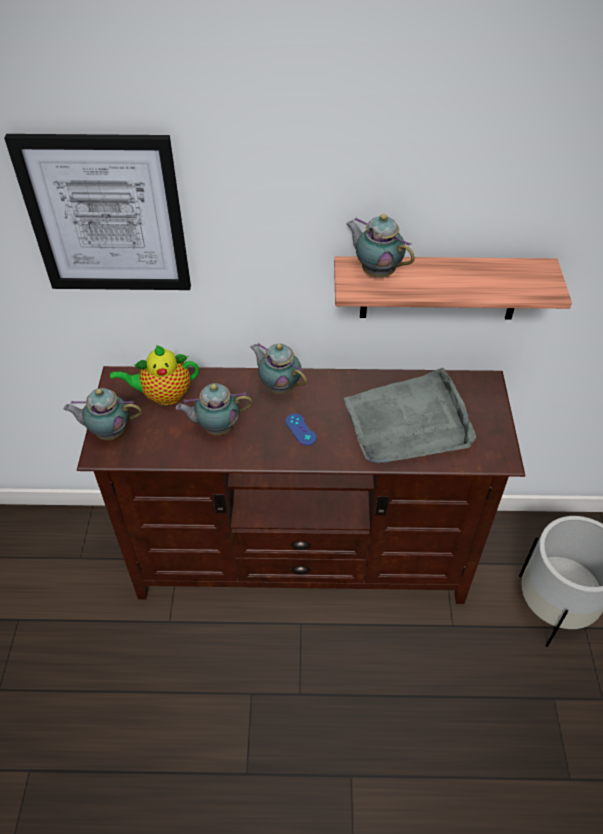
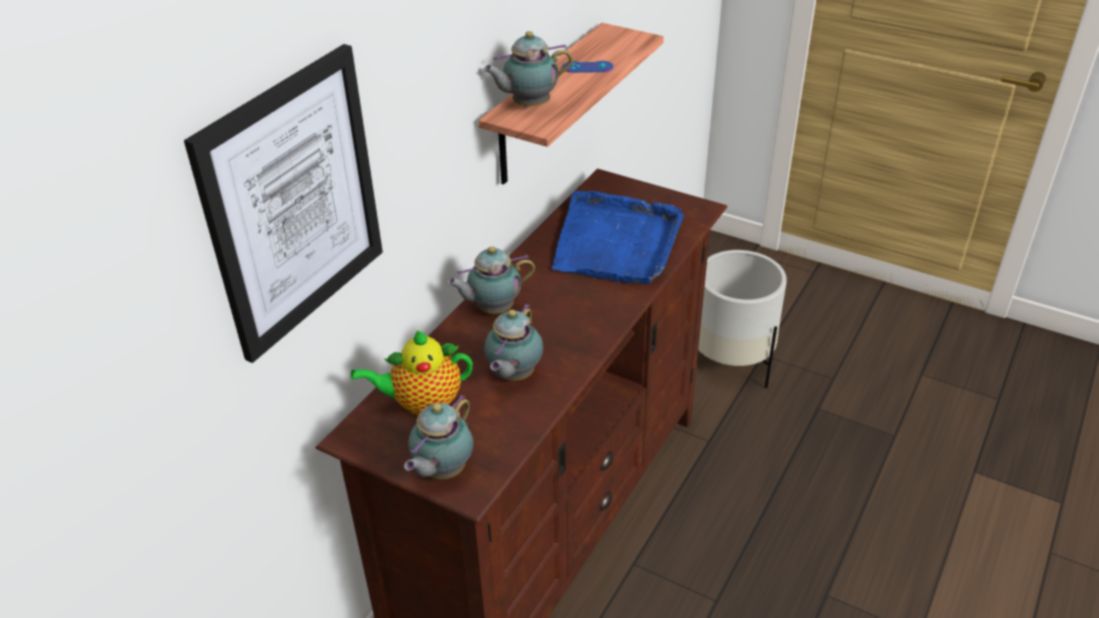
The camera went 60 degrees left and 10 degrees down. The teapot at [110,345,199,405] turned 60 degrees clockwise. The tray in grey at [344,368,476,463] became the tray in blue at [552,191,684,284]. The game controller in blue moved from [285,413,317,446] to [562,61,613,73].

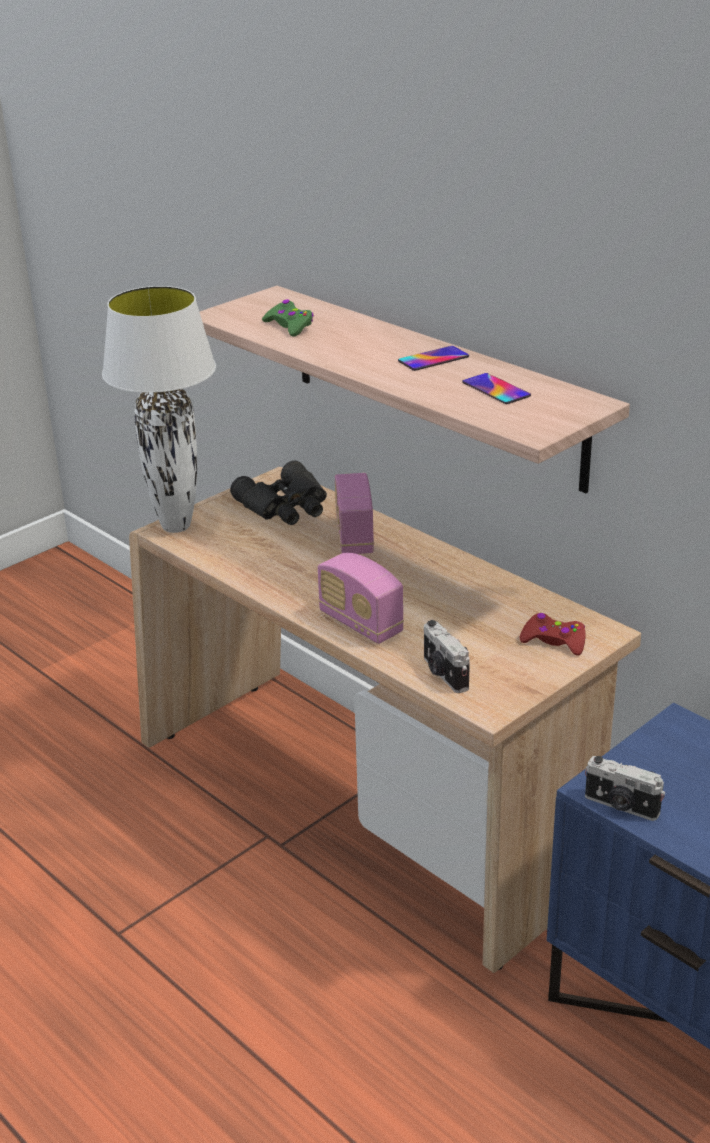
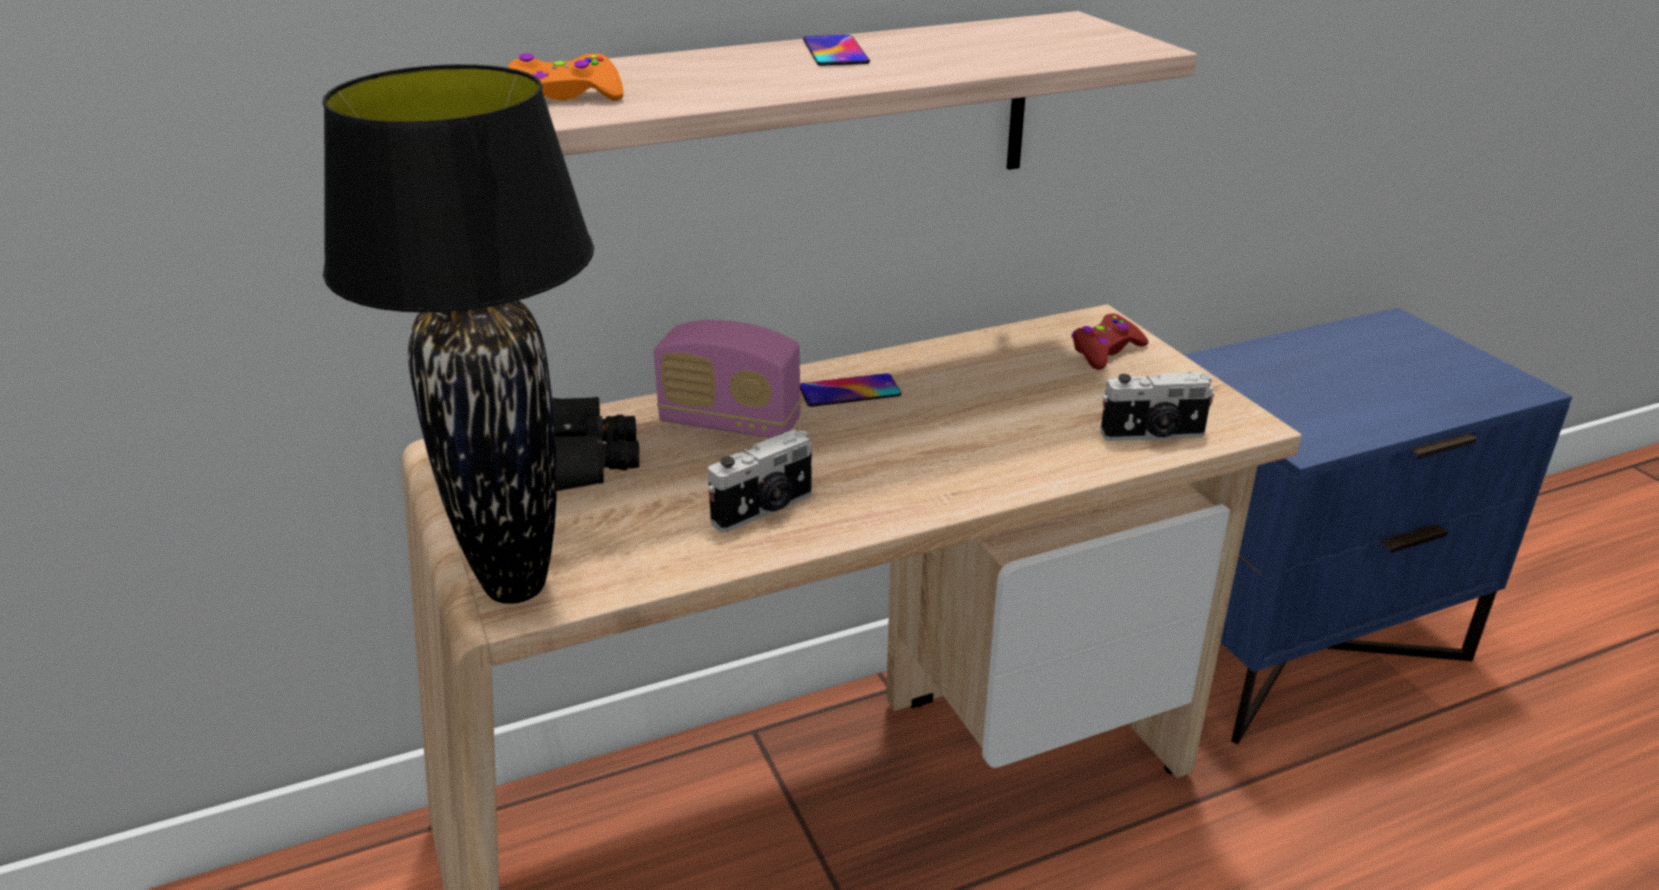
The camera went 70 degrees left and 0 degrees up. The table lamp in white at [102,286,216,533] became the table lamp in black at [323,64,594,604]. The game controller in green at [262,299,314,337] became the game controller in orange at [507,53,623,101]. The photo camera moved from [585,756,665,821] to [708,429,812,533]. The phone moved from [462,373,531,404] to [800,373,902,407]. The radio at [318,553,404,644] disappeared.

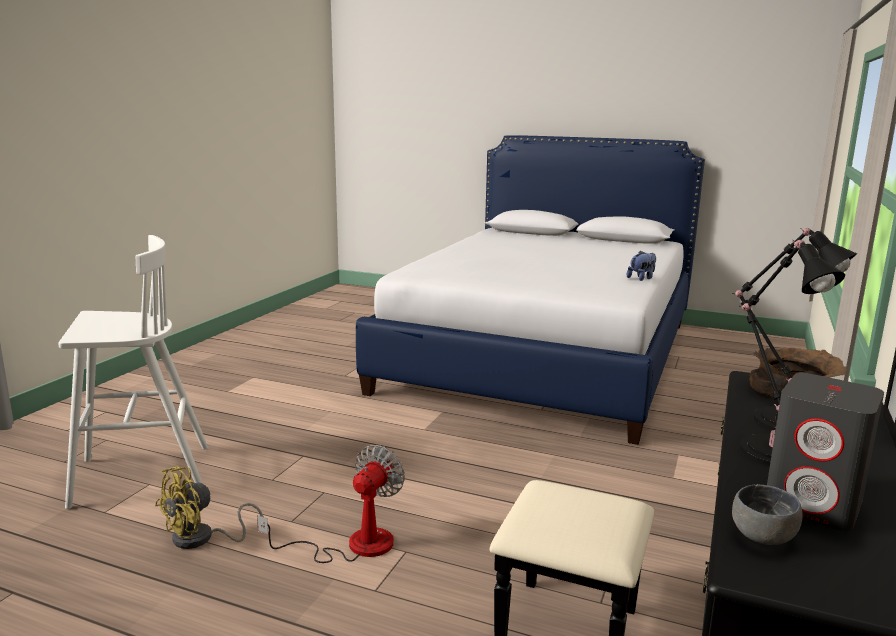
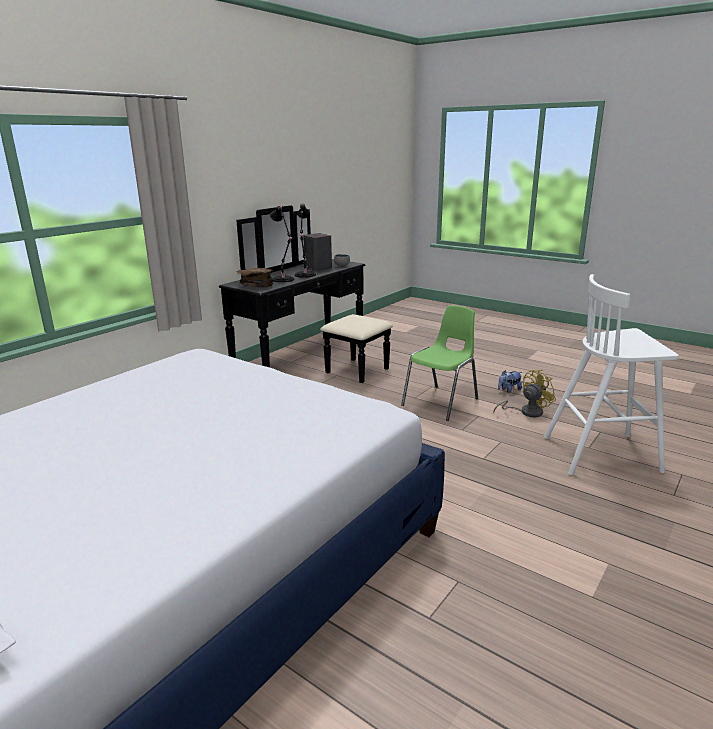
The camera went 165 degrees left and 5 degrees up. The fan at [257,445,405,563] was replaced by the chair in green at [401,305,478,421]. The plush toy moved from [627,250,656,281] to [498,370,522,393].

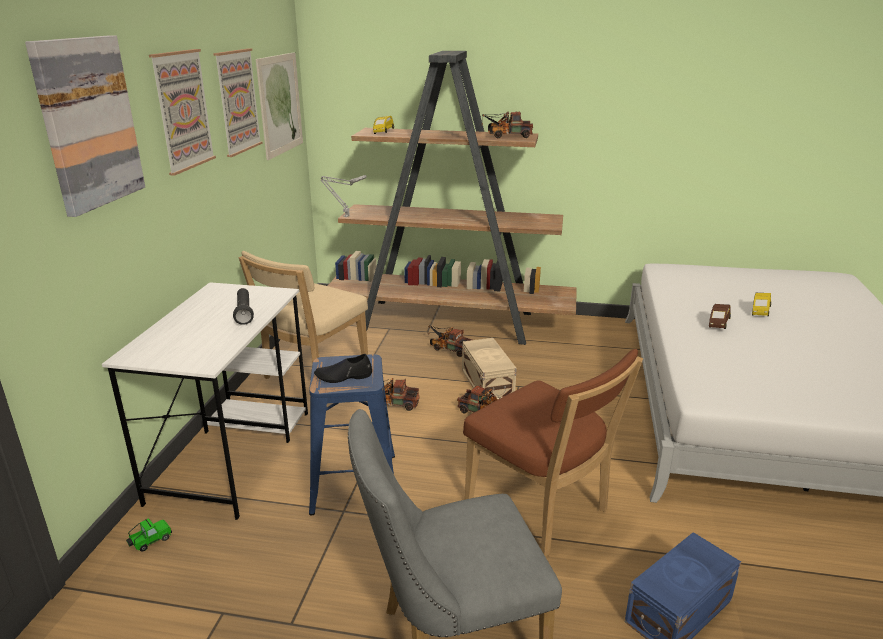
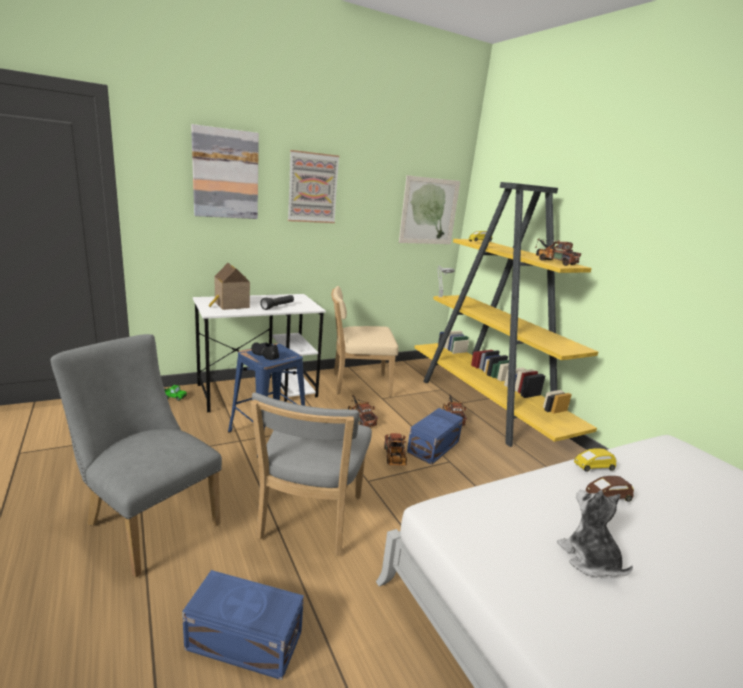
The camera went 50 degrees right and 5 degrees down. The toy house at [208,263,250,310] appeared. The chair in brown at [463,349,643,557] became the chair in grey at [251,393,372,556]. The storage box in beige at [462,338,517,399] became the storage box in blue at [407,408,463,465]. The bookcase in brown at [328,51,576,345] became the bookcase in yellow at [415,182,598,447]. The plush toy at [557,490,633,578] appeared. The toy car in yellow moved from [752,293,771,316] to [574,448,617,472]. The picture at [213,49,263,157] disappeared.

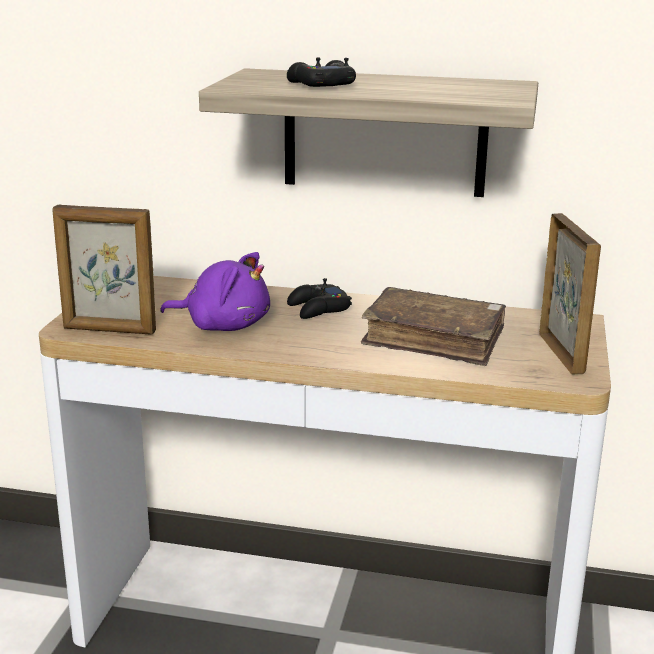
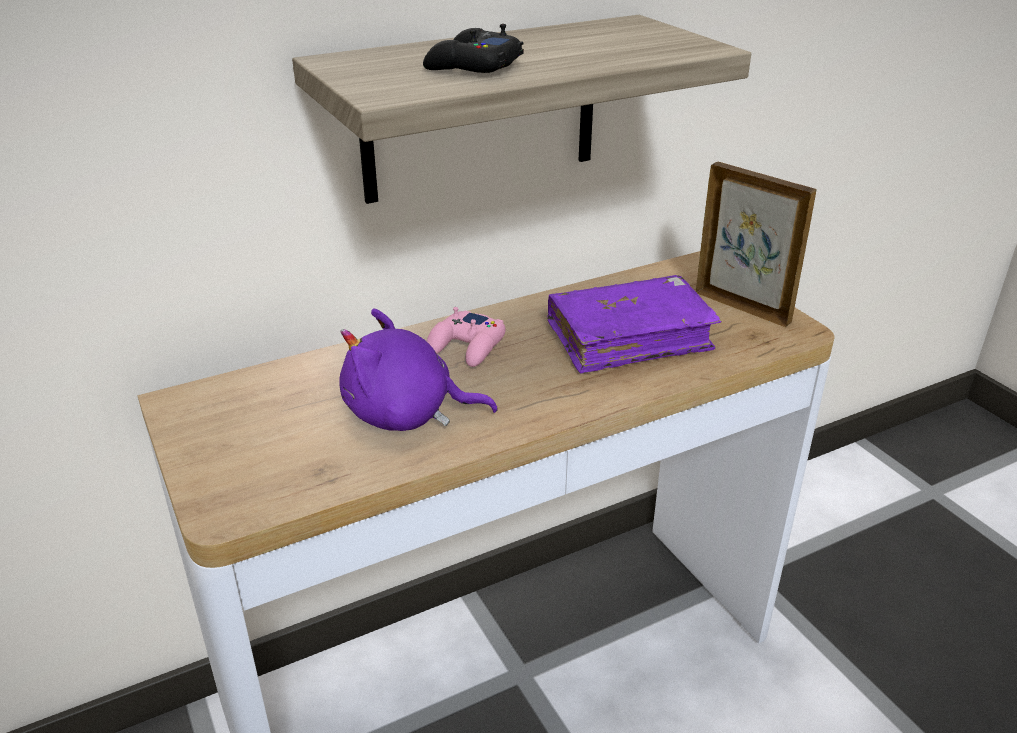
The camera went 40 degrees left and 10 degrees up. The plush toy in purple at [160,252,270,331] turned 150 degrees counterclockwise. The game controller in black at [287,278,352,319] became the game controller in pink at [427,307,506,367]. The book in brown at [361,287,506,366] became the book in purple at [547,275,722,374]. The picture frame at [52,205,156,335] disappeared.

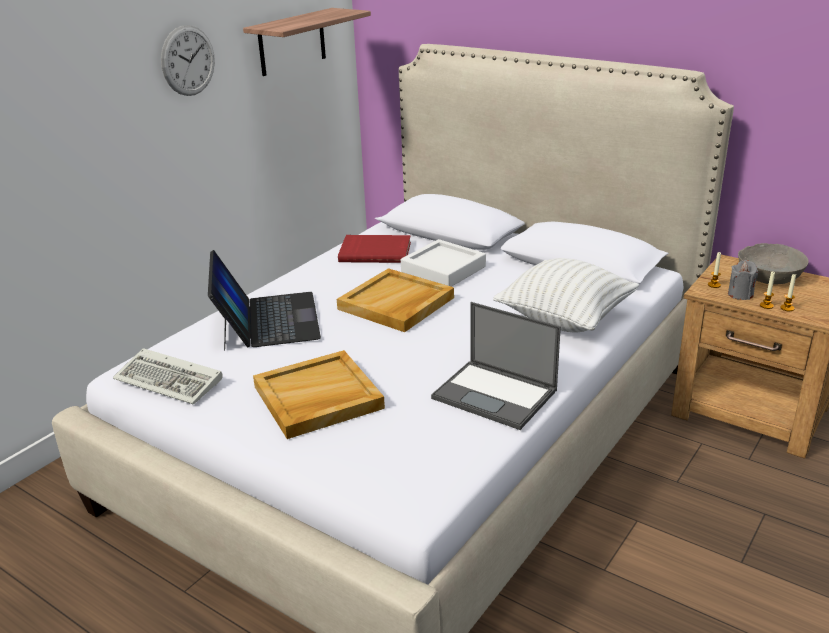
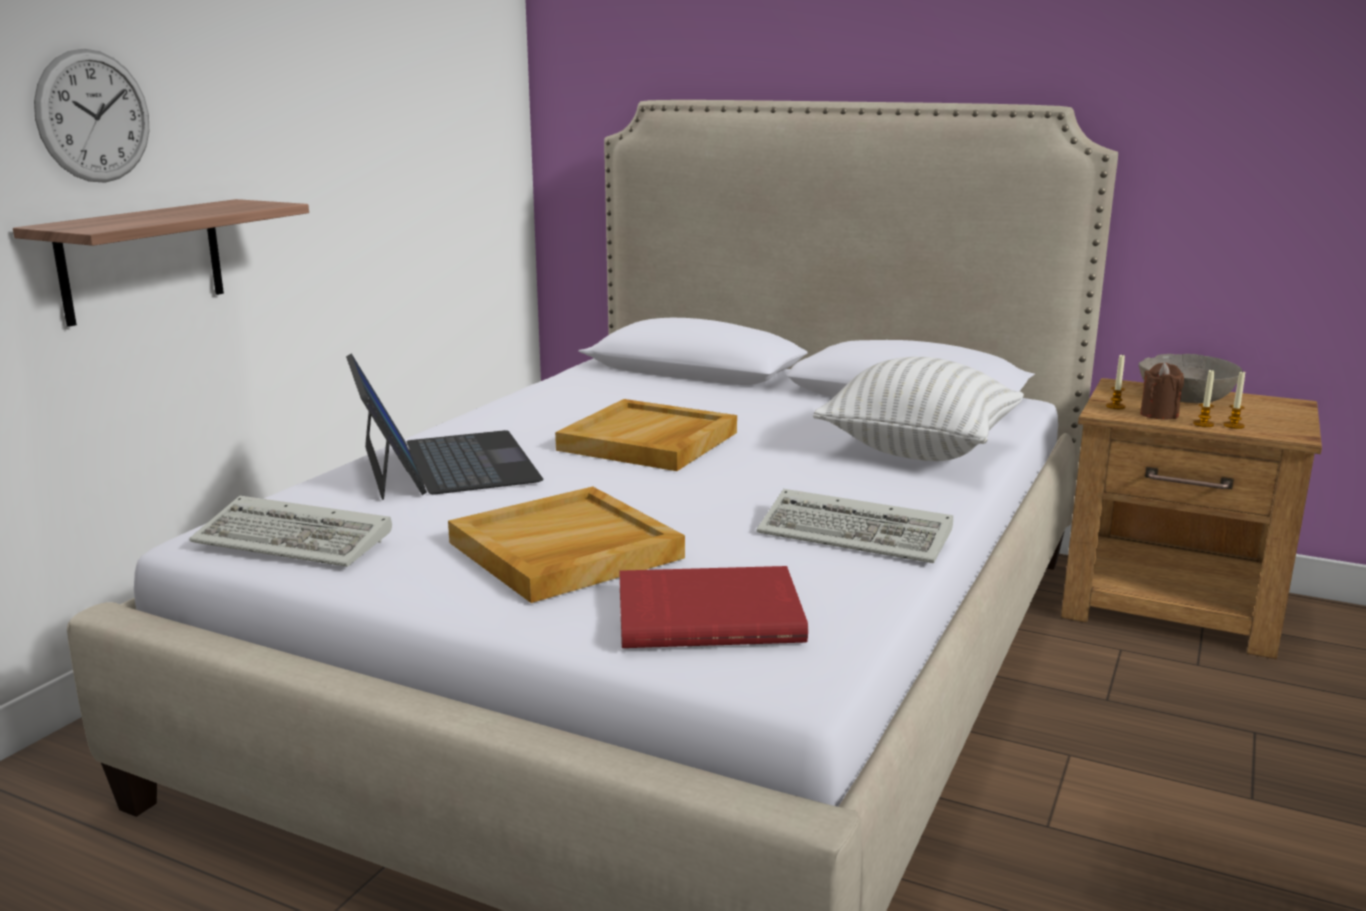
The camera went 10 degrees left and 10 degrees down. The shelf moved from [243,8,371,76] to [13,199,309,327]. The wall clock moved from [161,25,215,96] to [34,49,149,183]. The book in red moved from [338,235,411,263] to [619,566,808,648]. The laptop at [431,302,561,430] was replaced by the keyboard at [757,489,953,563]. The candle in grey at [728,260,758,300] became the candle in brown at [1140,362,1184,419]. The tray in white at [401,239,486,287] disappeared.

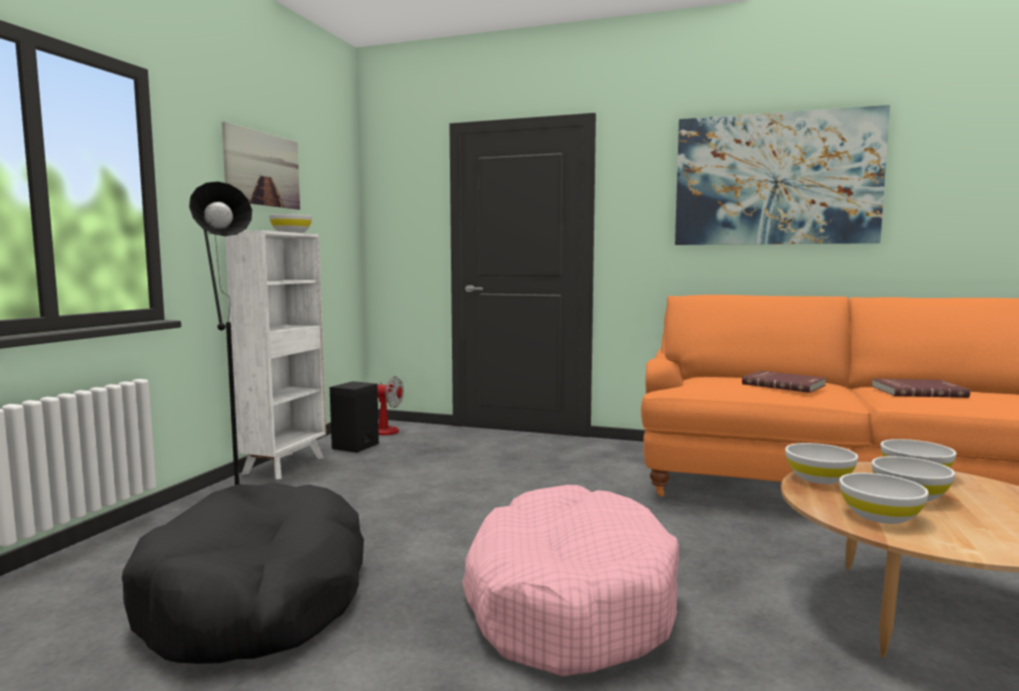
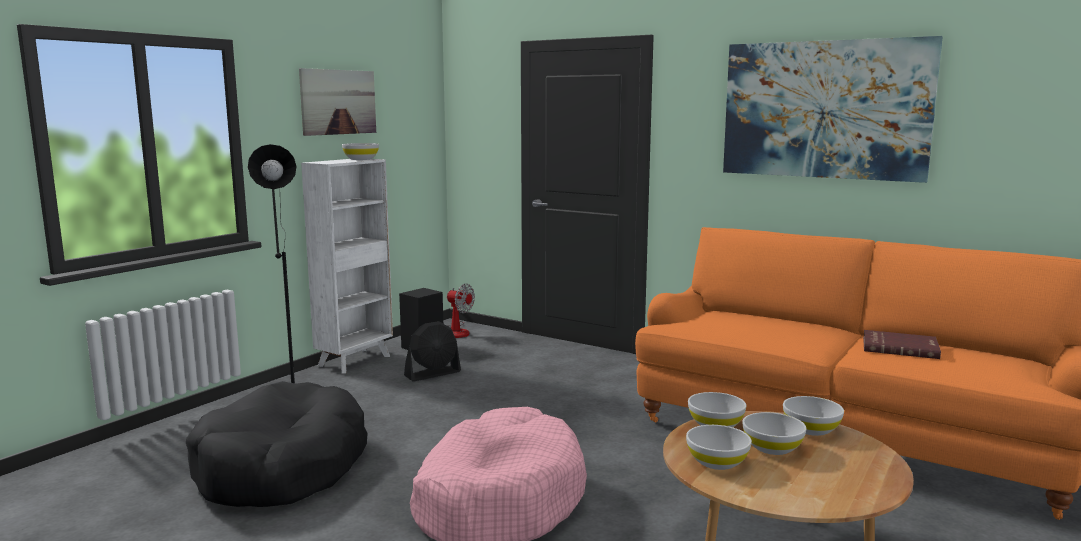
The camera went 15 degrees right and 5 degrees up. The fan in black at [404,321,461,382] appeared. The book in red at [742,371,826,393] disappeared.

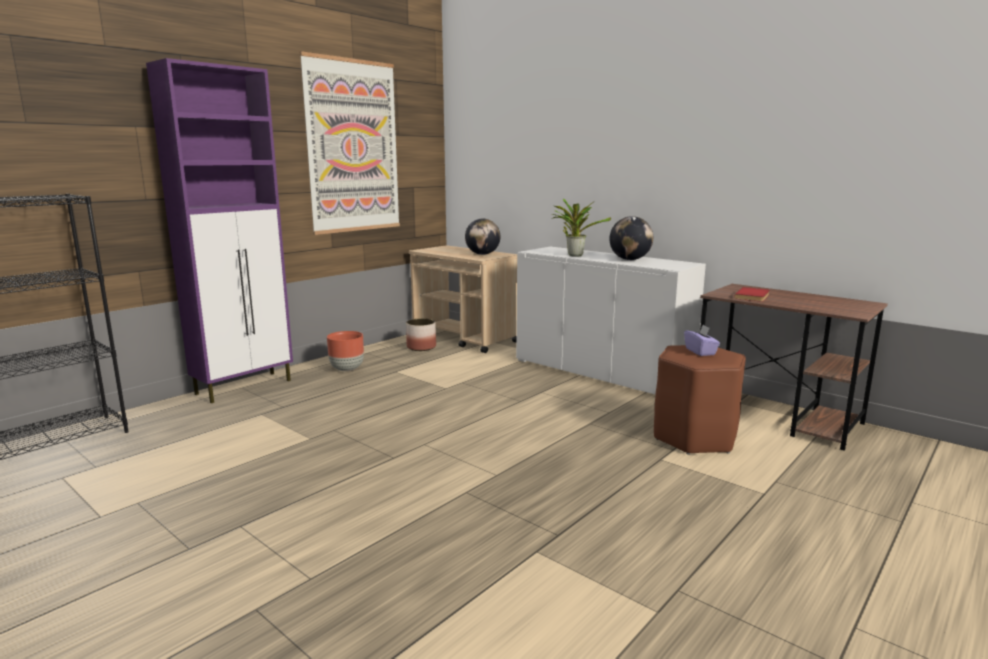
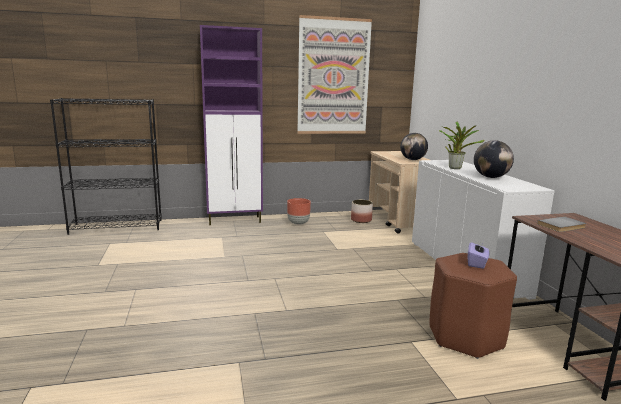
The camera went 35 degrees right and 0 degrees up. The book in red at [734,287,770,302] became the book in grey at [537,216,587,232].

